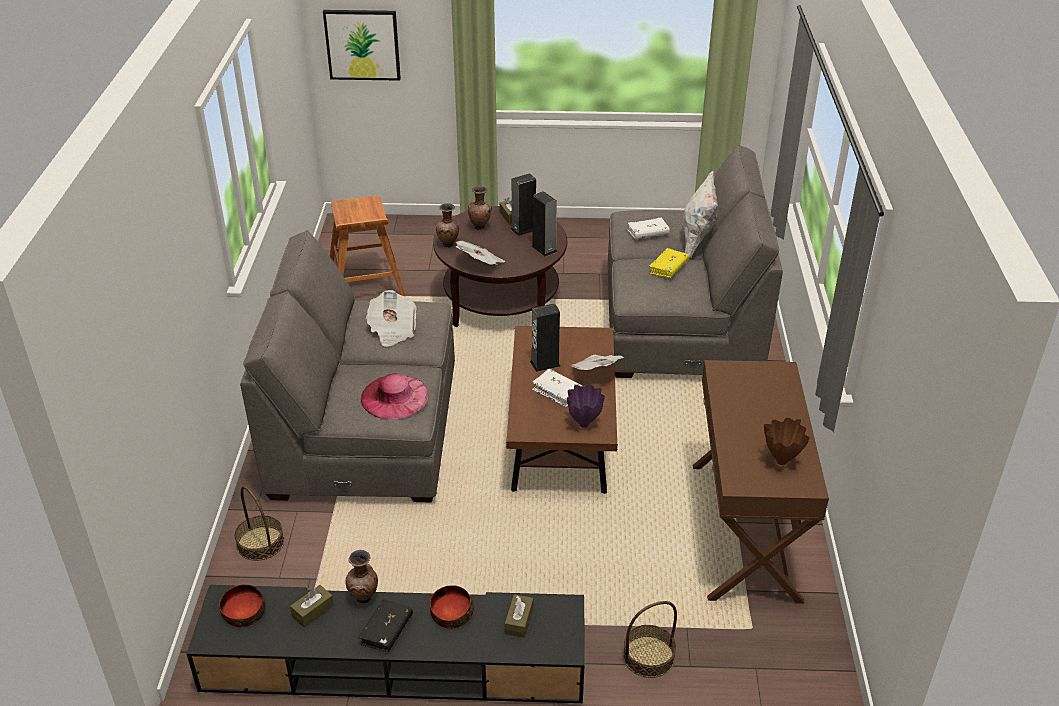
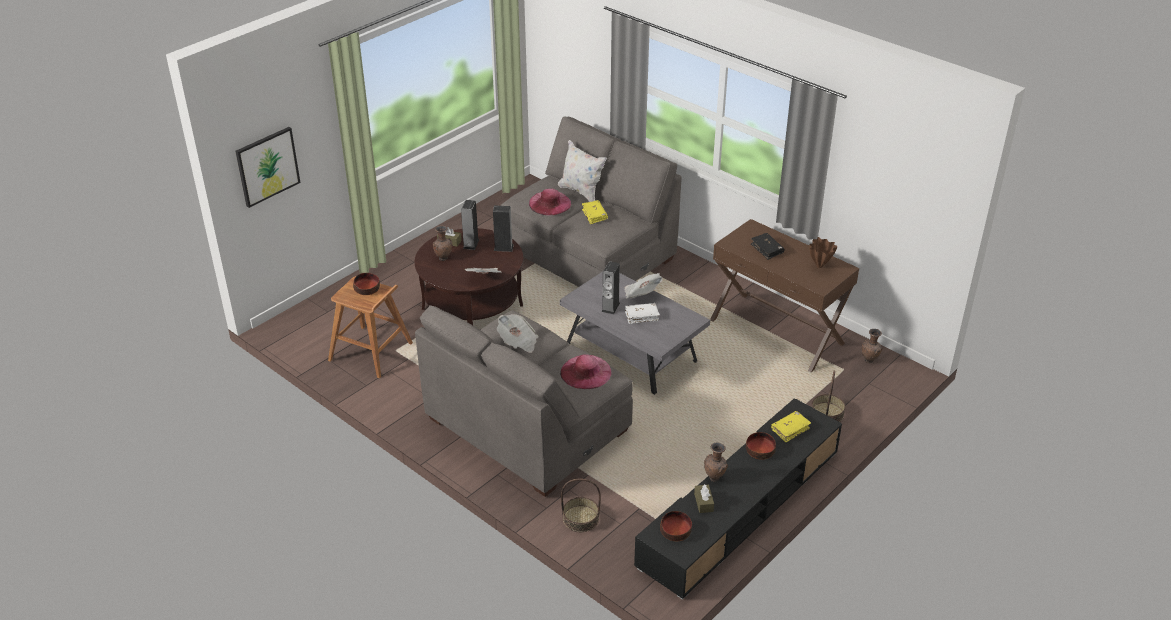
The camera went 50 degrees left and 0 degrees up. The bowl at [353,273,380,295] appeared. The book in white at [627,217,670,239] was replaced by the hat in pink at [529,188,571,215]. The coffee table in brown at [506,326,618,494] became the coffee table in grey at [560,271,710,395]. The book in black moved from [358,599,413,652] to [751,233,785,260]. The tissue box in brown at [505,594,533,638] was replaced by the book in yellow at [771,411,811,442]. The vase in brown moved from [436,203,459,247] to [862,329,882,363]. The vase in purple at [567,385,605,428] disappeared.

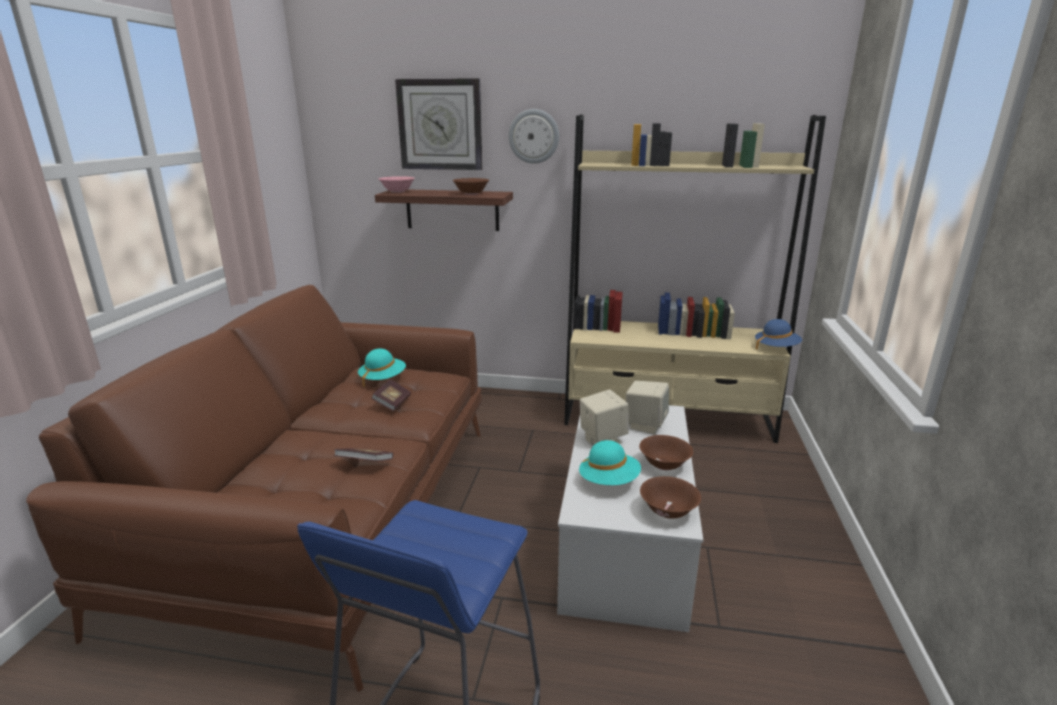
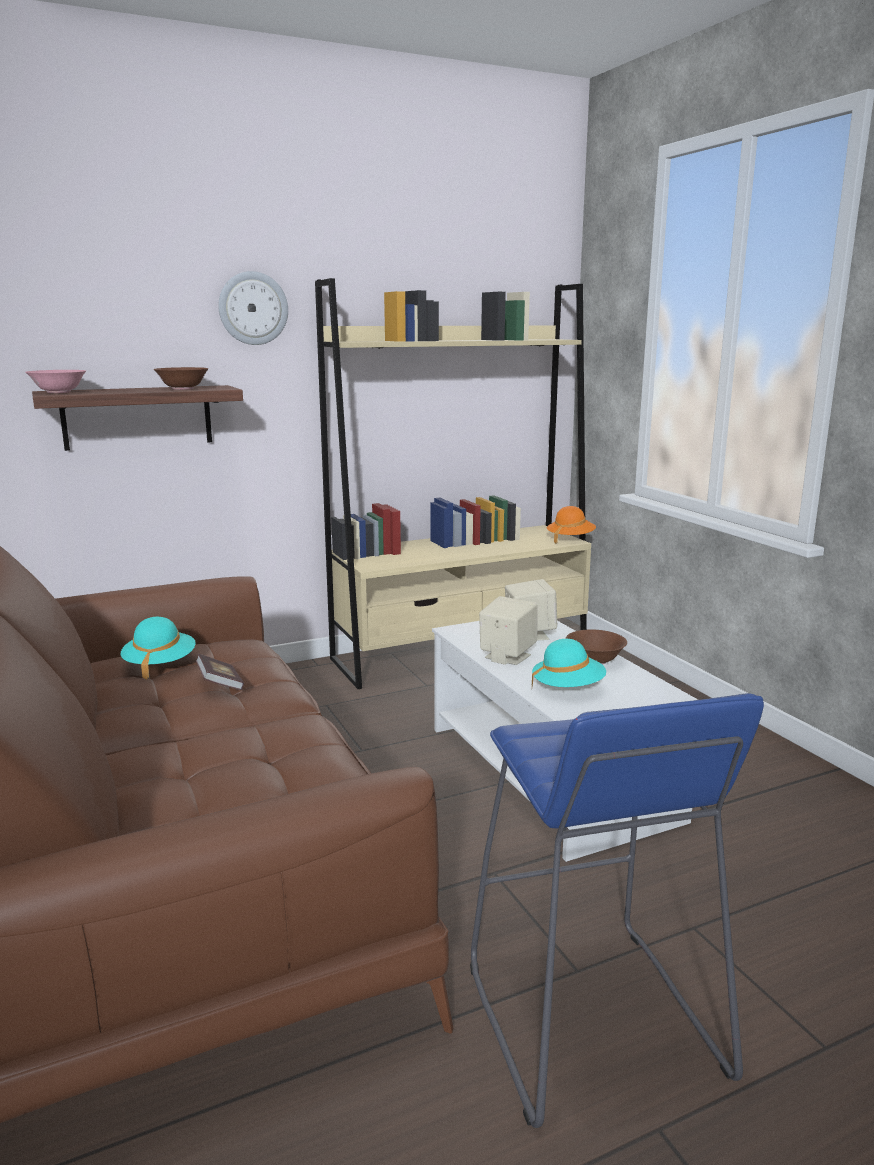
The camera went 35 degrees left and 5 degrees down. The hat in blue at [755,319,802,350] became the hat in orange at [547,506,596,543]. The book at [334,448,393,461] disappeared. The wall clock at [395,78,483,170] disappeared. The bowl in brown at [640,476,701,519] disappeared.

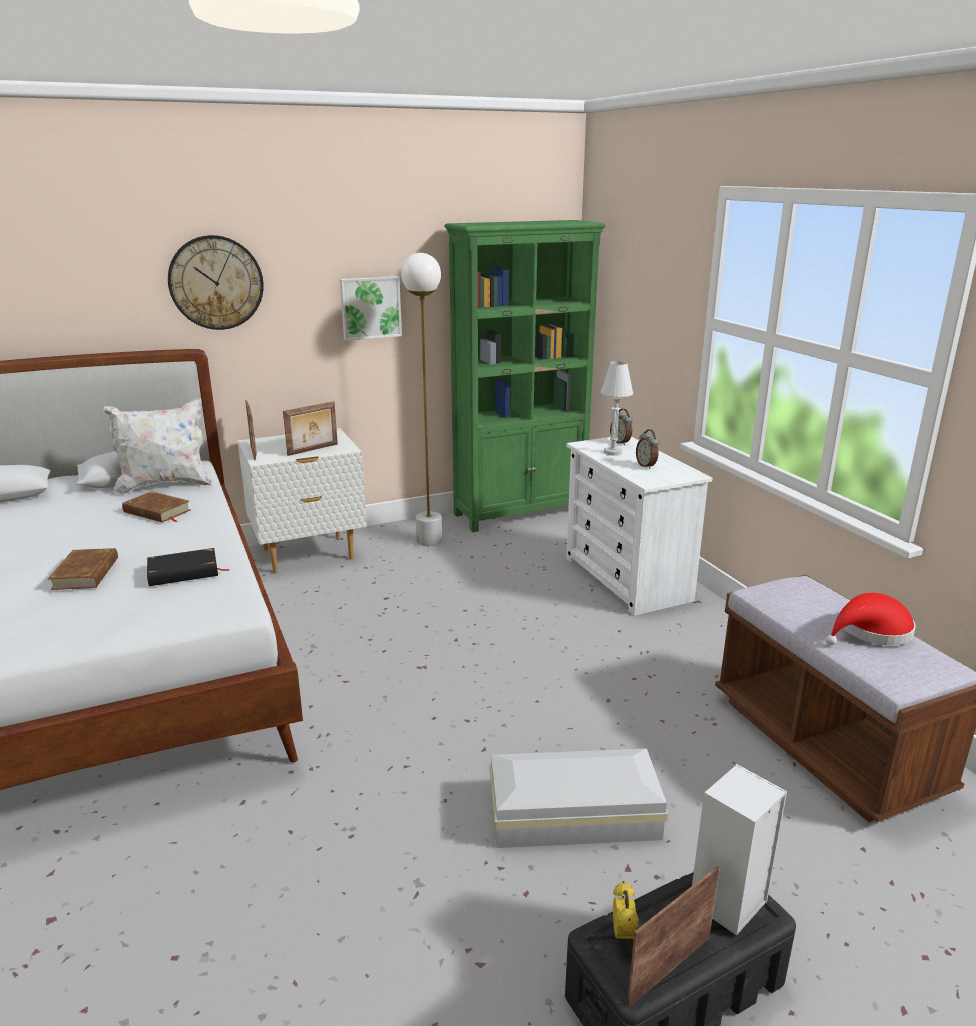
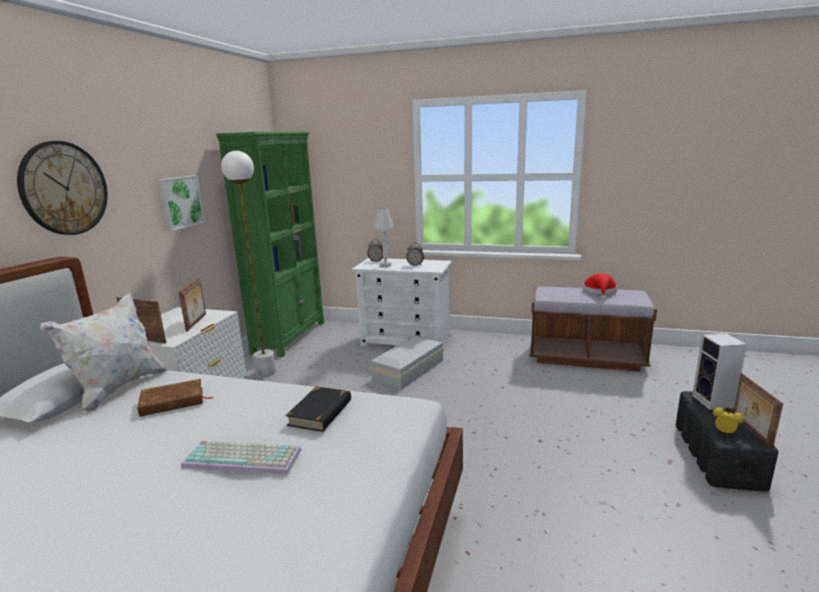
The camera went 50 degrees left and 5 degrees down. The book in brown at [48,548,118,590] was replaced by the keyboard at [181,441,301,475]. The storage box in white moved from [489,748,668,848] to [370,336,444,390].

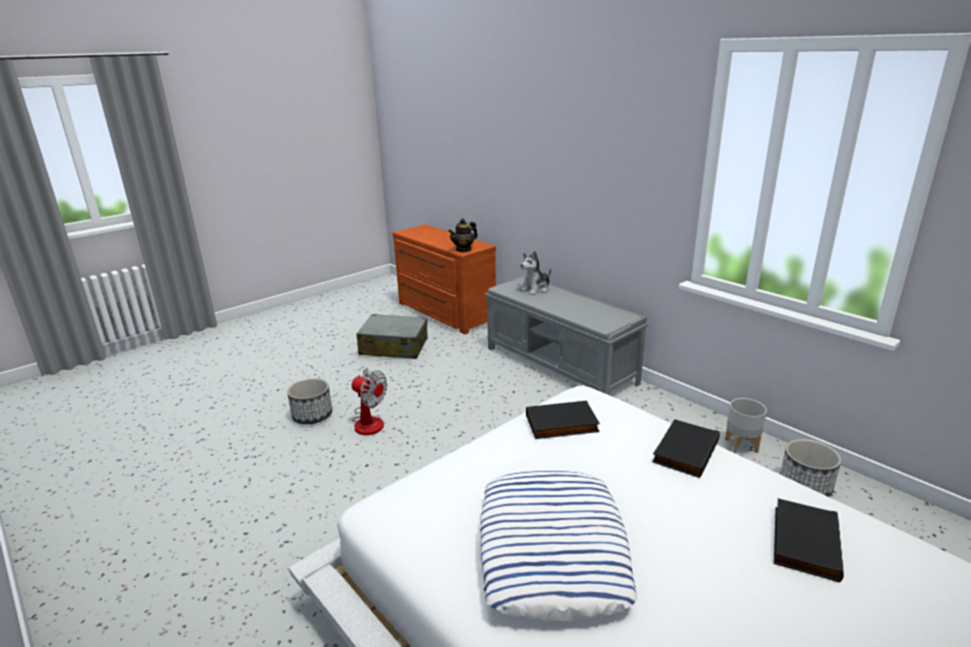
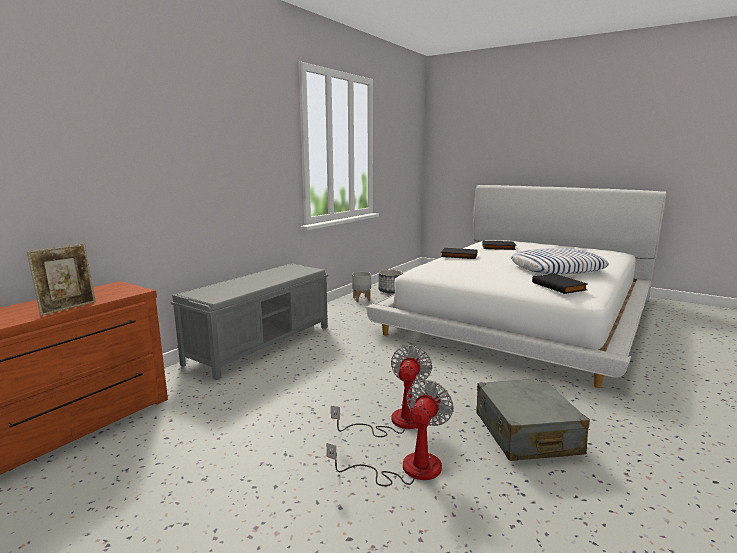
The camera went 105 degrees left and 10 degrees down. The picture frame at [27,244,96,316] appeared. The planter at [287,378,332,424] was replaced by the fan at [327,380,454,486]. The suitcase in grey moved from [357,314,428,359] to [476,378,590,461]. The book in black moved from [526,401,600,439] to [532,274,588,294]. The teapot at [448,218,478,252] disappeared. The plush toy at [519,251,551,295] disappeared.

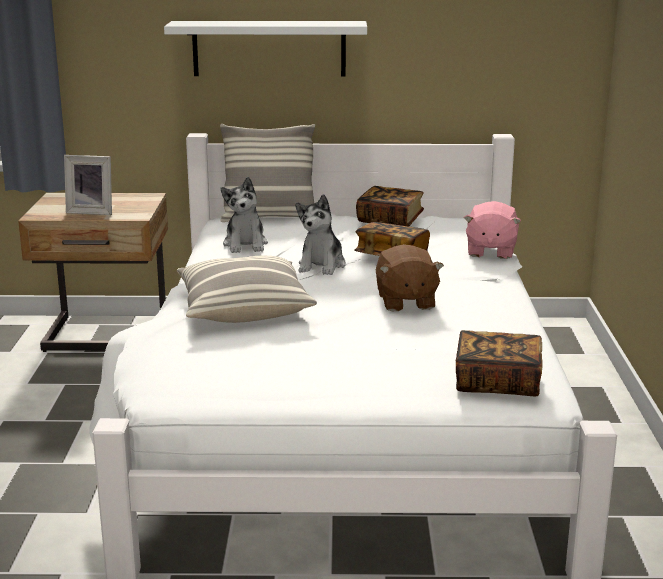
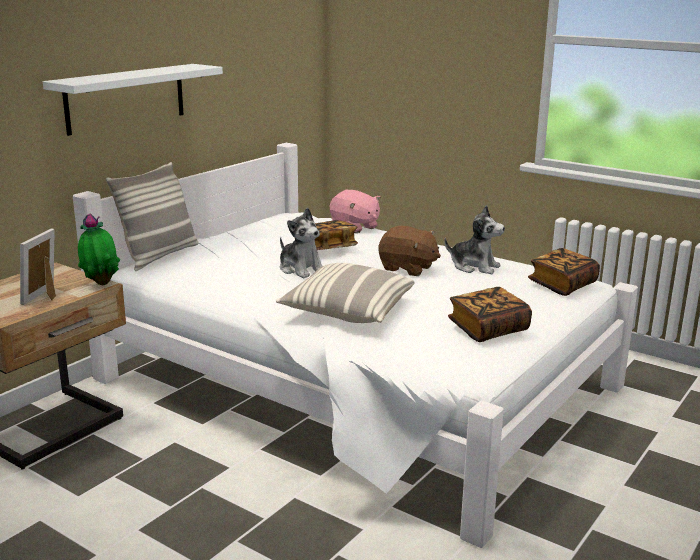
The camera went 55 degrees left and 0 degrees up. The picture frame at [64,155,112,215] turned 150 degrees clockwise. The potted plant at [78,214,120,285] appeared. The plush toy moved from [221,177,268,253] to [444,205,505,274]. The book moved from [356,186,424,227] to [448,287,532,342].

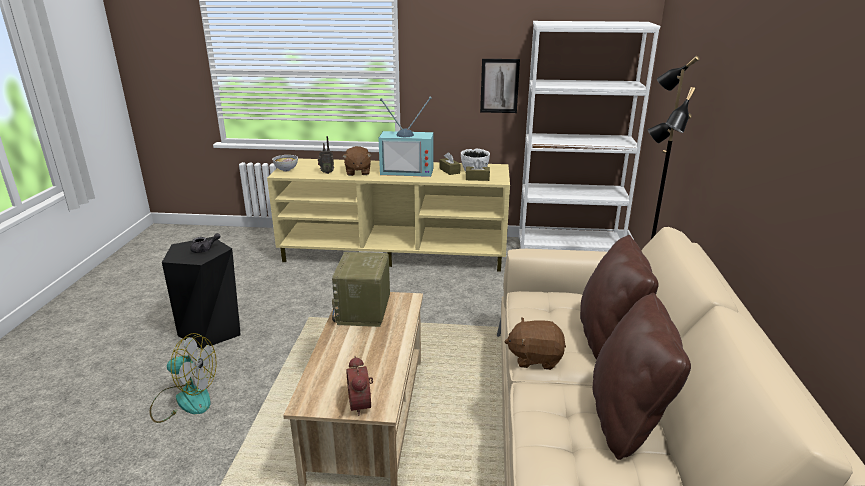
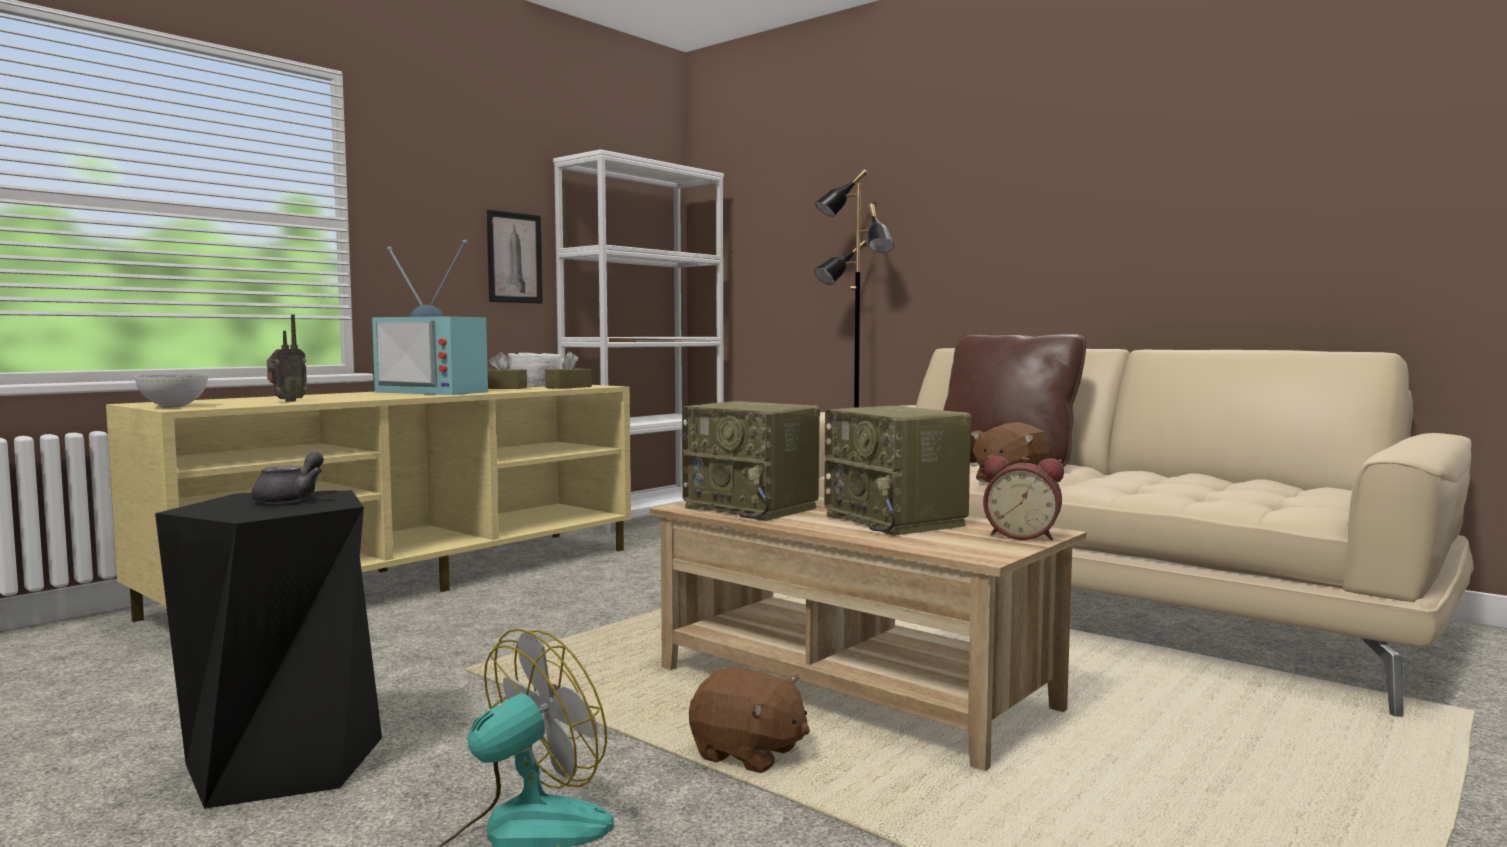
The camera went 55 degrees left and 20 degrees down. The television at [379,96,433,177] turned 75 degrees clockwise. The plush toy in brown moved from [343,146,372,176] to [689,667,810,773]. The radio at [824,406,971,536] appeared. The pillow in brown at [593,293,691,460] disappeared.

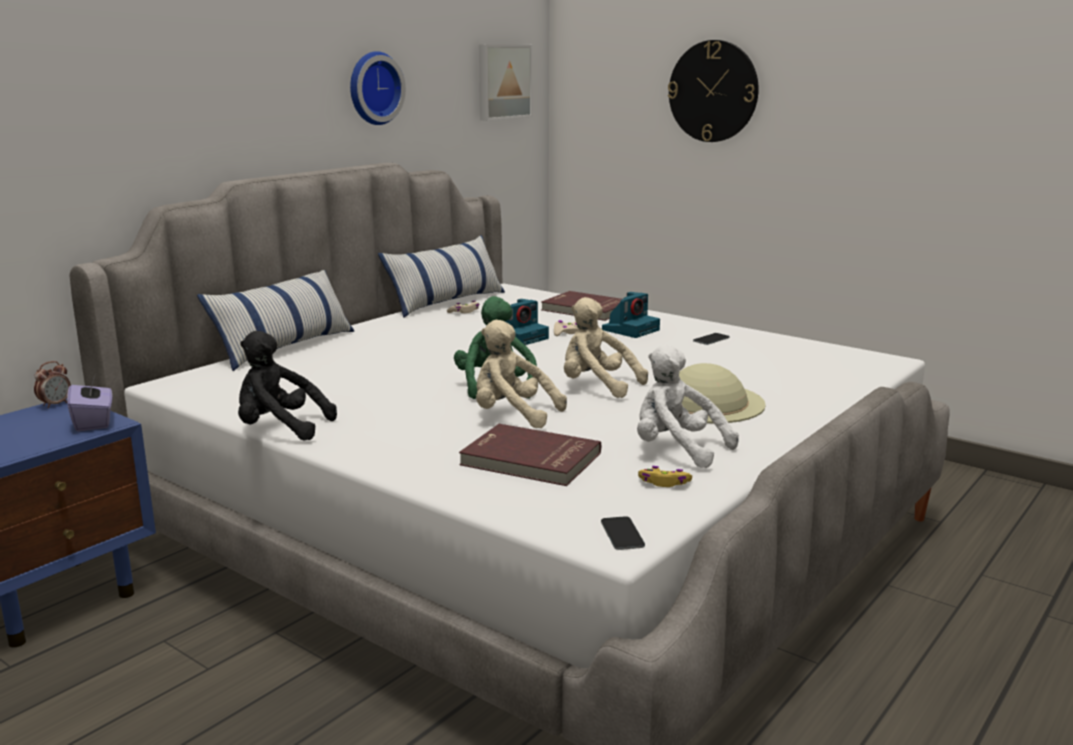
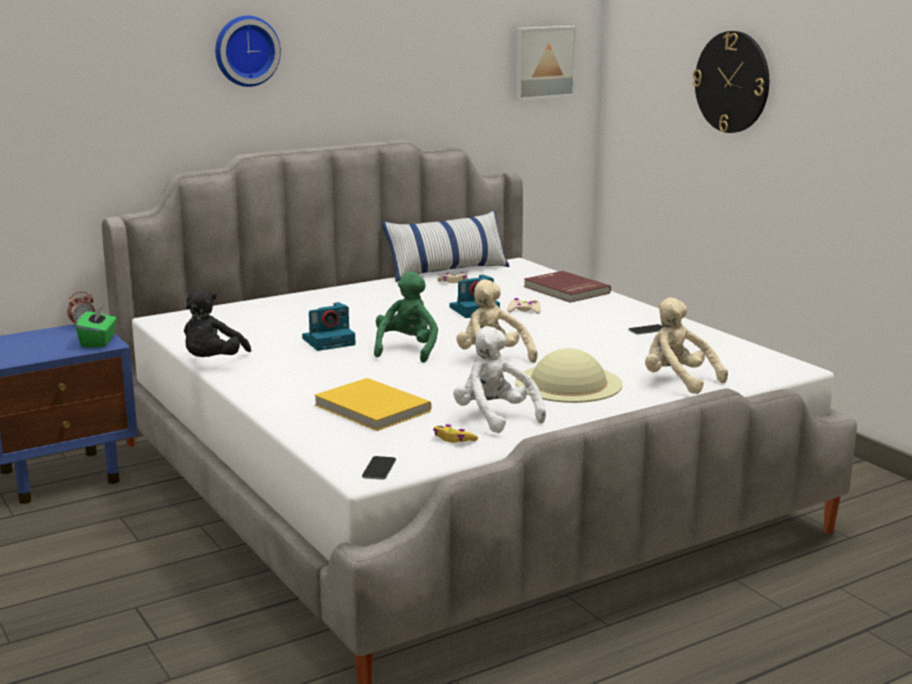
The camera went 20 degrees right and 0 degrees up. The tissue box in purple at [67,376,112,432] became the tissue box in green at [76,304,117,348]. The plush toy in black at [238,331,337,441] turned 105 degrees counterclockwise. The wall clock moved from [350,51,406,125] to [215,16,281,87]. The photo camera moved from [602,292,660,338] to [302,302,356,351]. The book in red at [459,424,601,486] became the book in yellow at [314,378,432,431]. The plush toy in beige moved from [476,320,567,428] to [645,297,728,394]. The pillow at [197,270,354,371] disappeared.

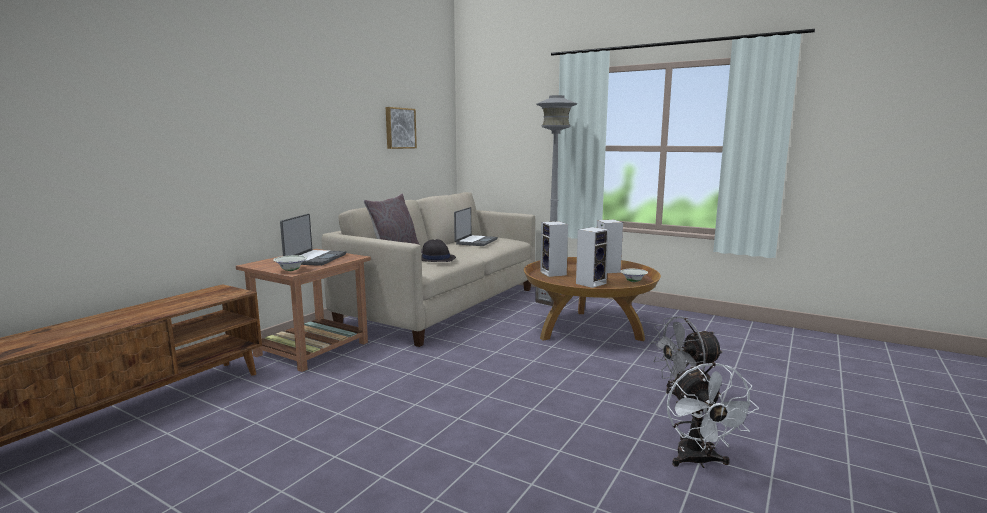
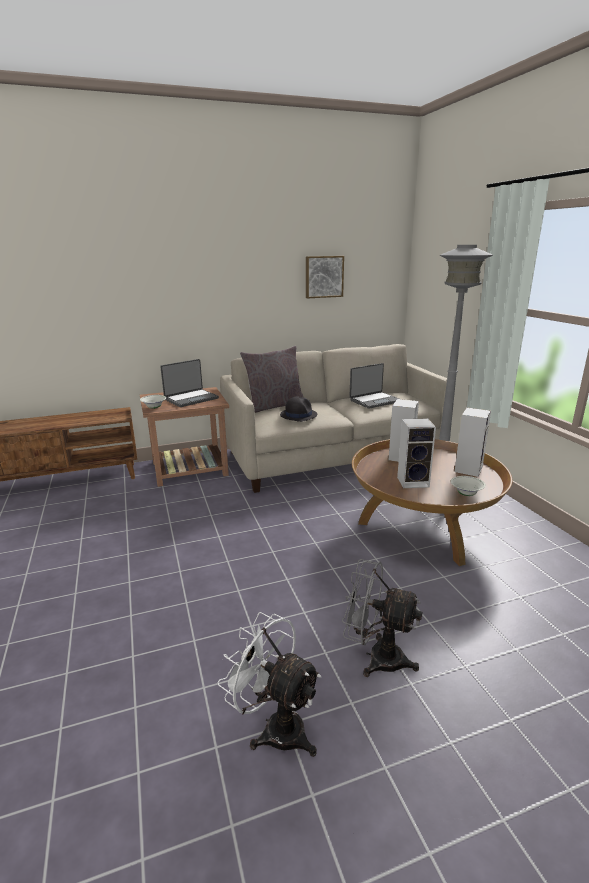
The camera went 40 degrees right and 10 degrees up. The fan in white at [667,362,759,468] turned 90 degrees clockwise.

